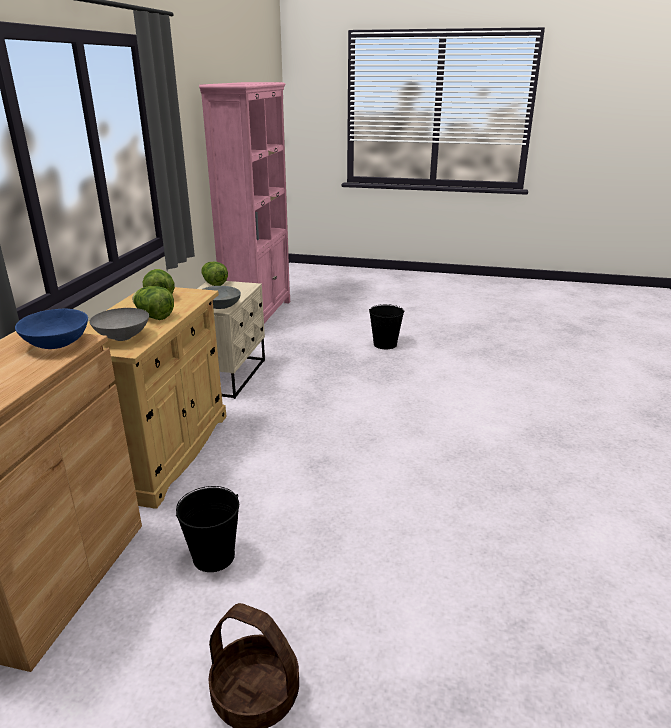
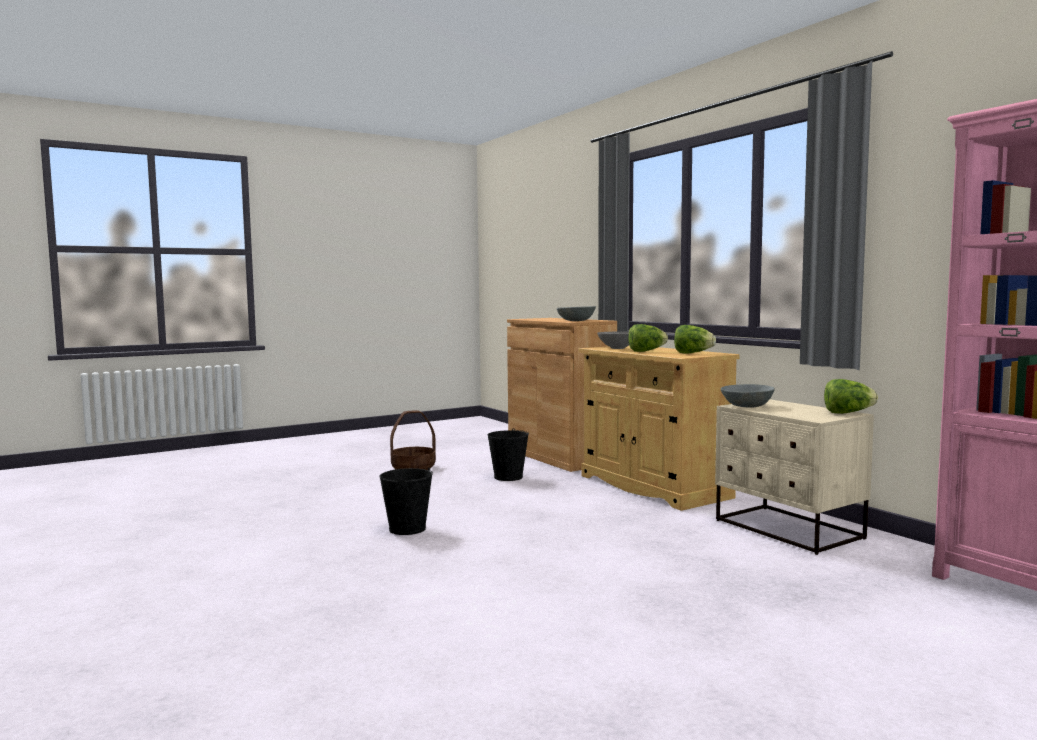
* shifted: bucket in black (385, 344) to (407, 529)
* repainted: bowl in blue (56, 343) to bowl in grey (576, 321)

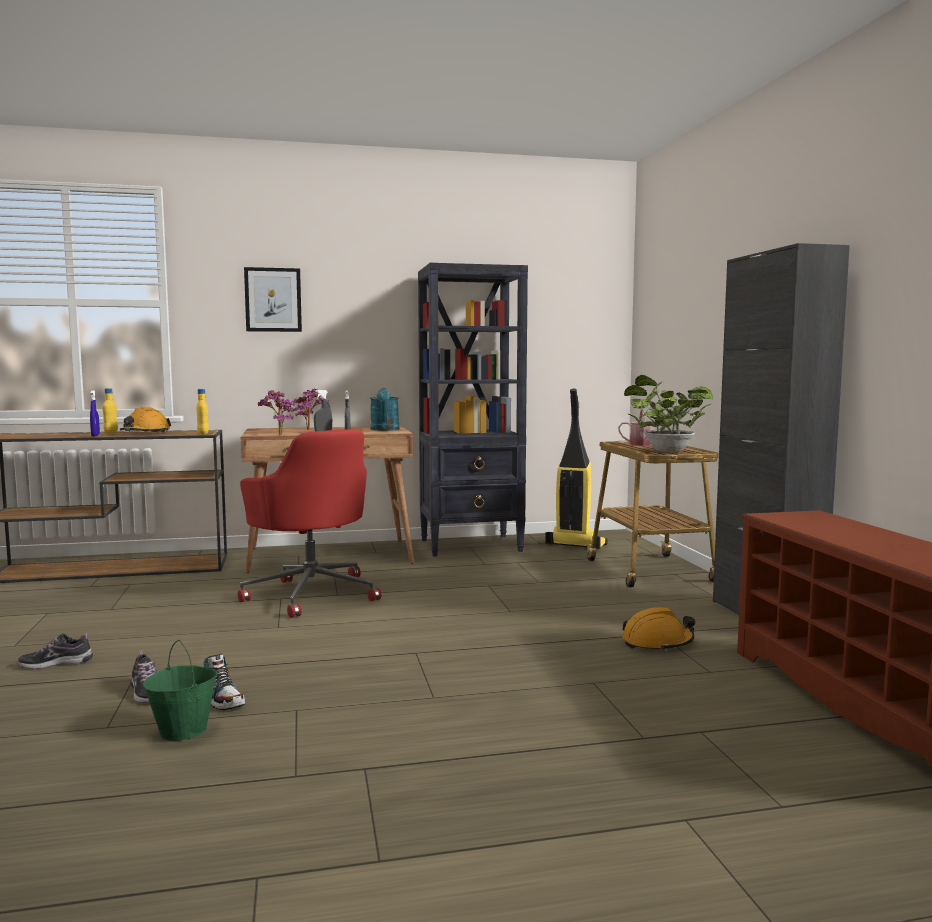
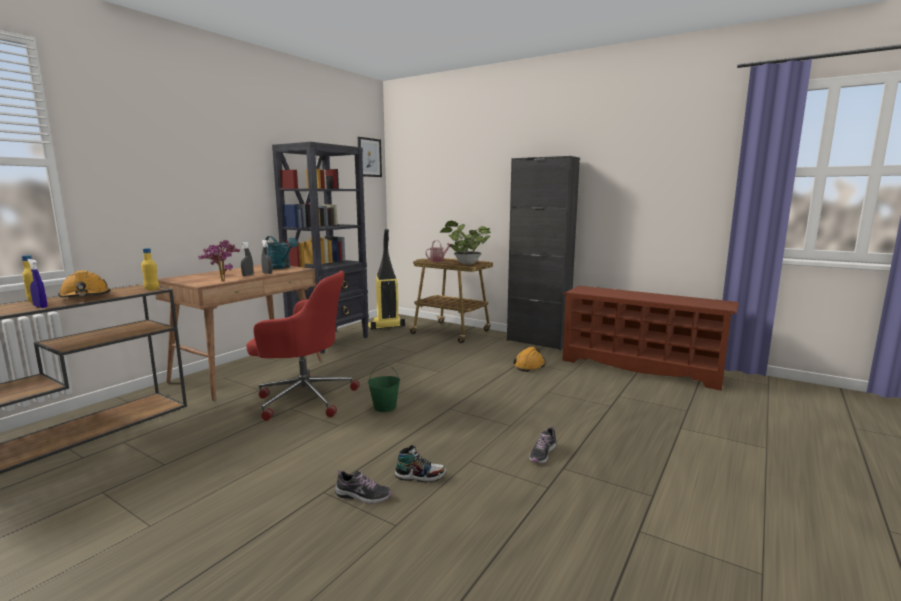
* shifted: picture (273, 300) to (369, 157)
* shifted: bucket in green (184, 730) to (385, 407)
* shifted: shoe (56, 663) to (542, 453)

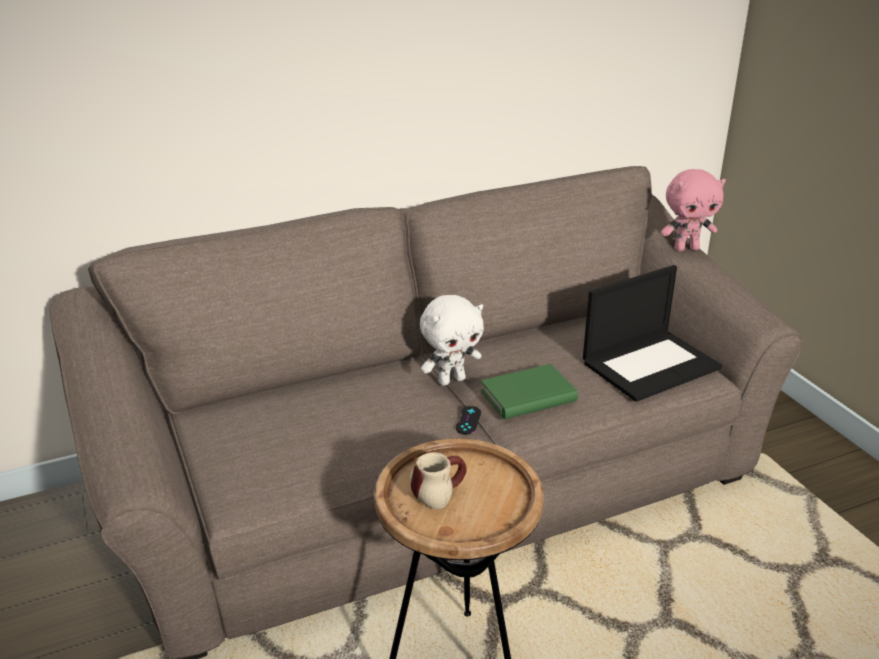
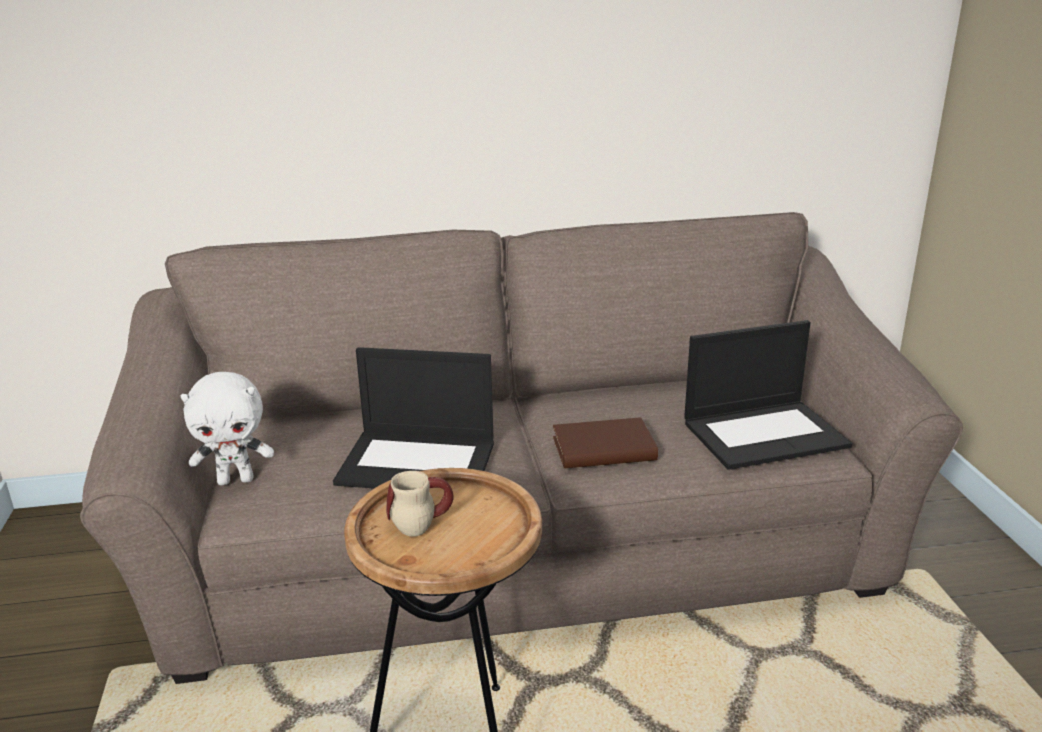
* shifted: plush toy in white (451, 380) to (236, 480)
* new: laptop (419, 462)
* repainted: book in green (528, 396) to book in brown (604, 449)
* gone: game controller in black (468, 420)
* gone: plush toy in pink (686, 248)

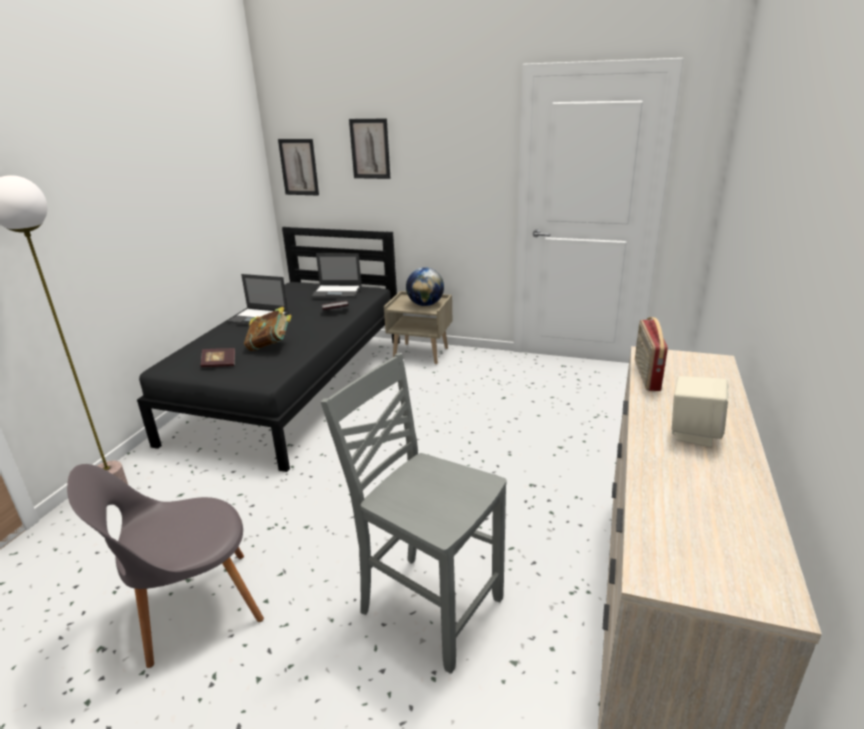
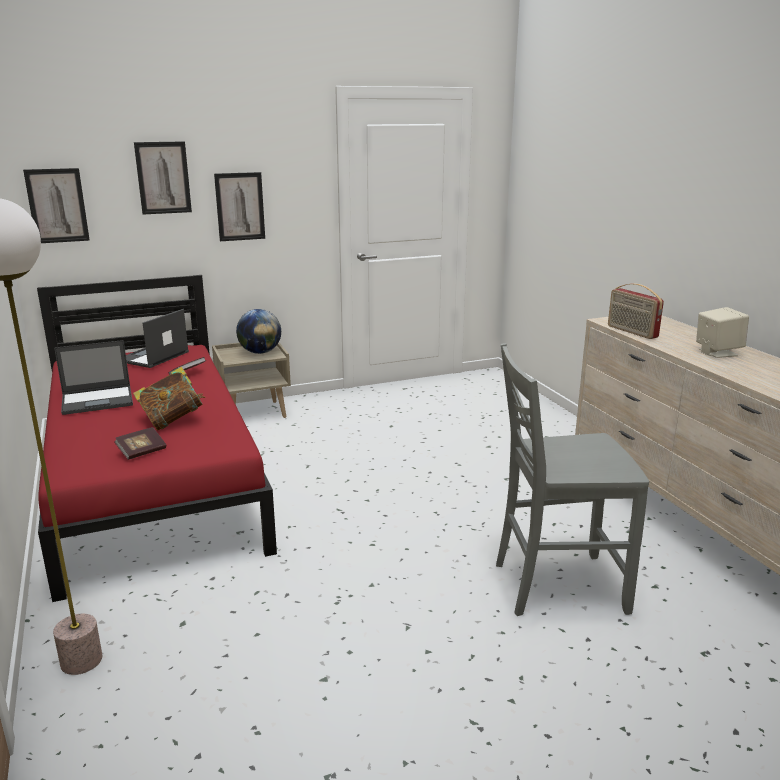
* repainted: bed in black (294, 386) to bed in red (153, 482)
* rotated: laptop (337, 292) = (152, 356) 150 degrees clockwise
* new: picture (240, 206)
* gone: chair in grey (192, 608)

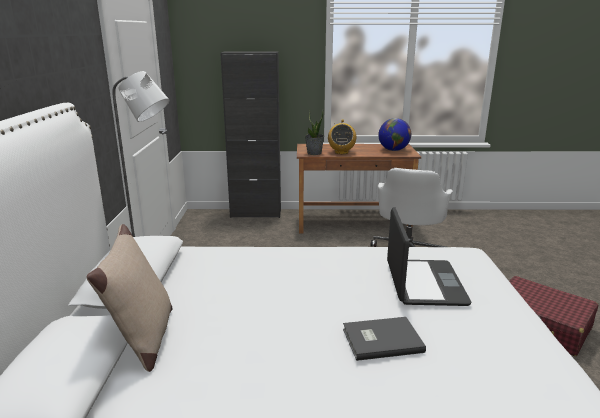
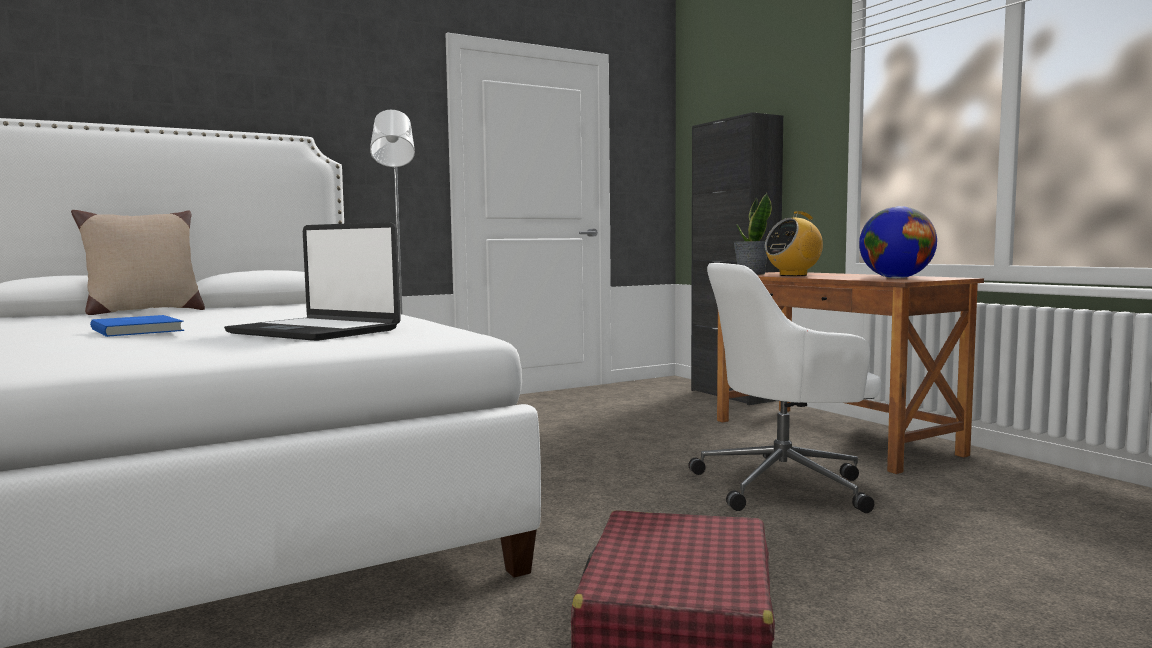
* repainted: book in grey (380, 339) to book in blue (139, 329)
* rotated: laptop (423, 283) = (315, 331) 60 degrees clockwise

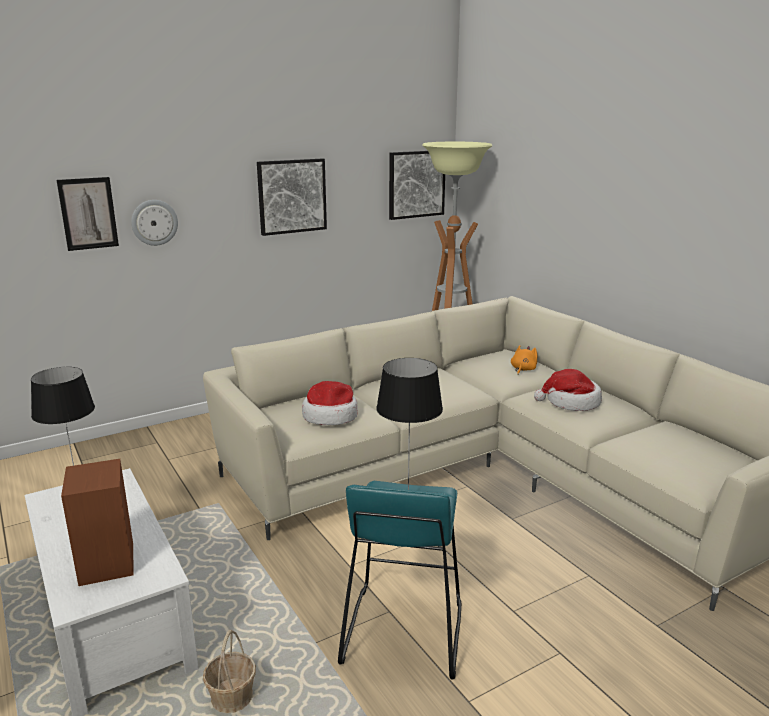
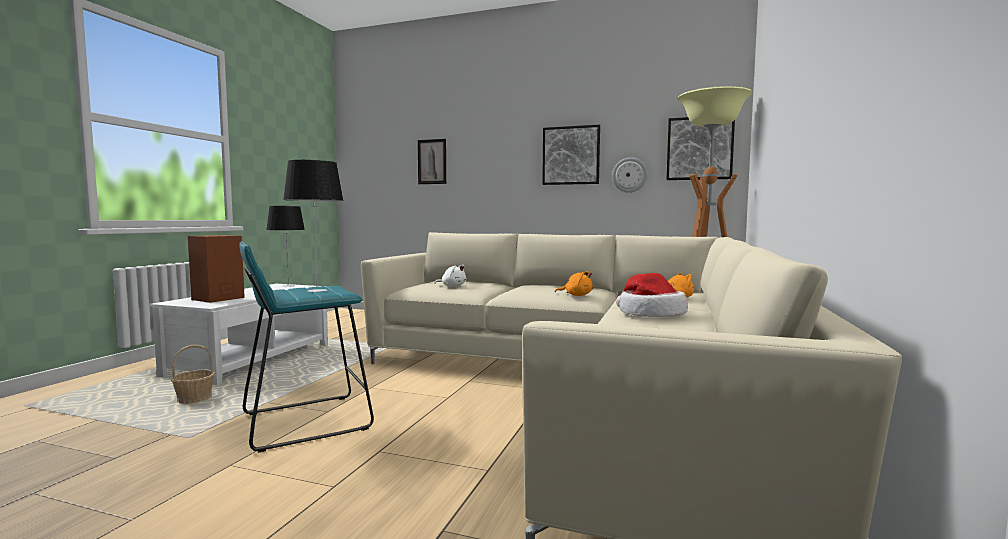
* swapped: hat (330, 416) to plush toy in white (452, 286)
* new: plush toy in orange (576, 295)
* shifted: wall clock (154, 222) to (629, 175)

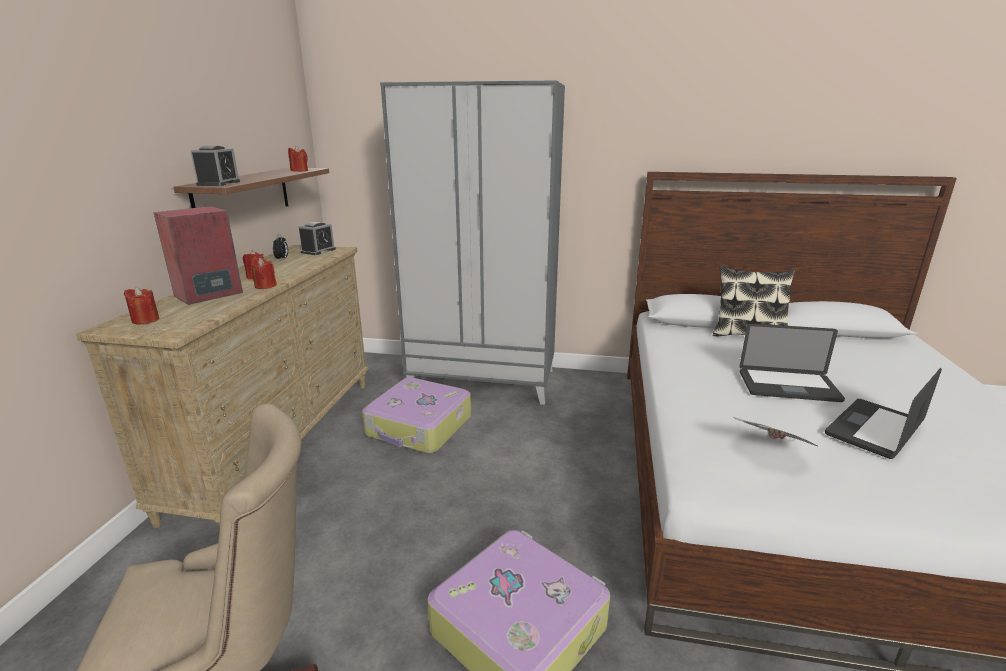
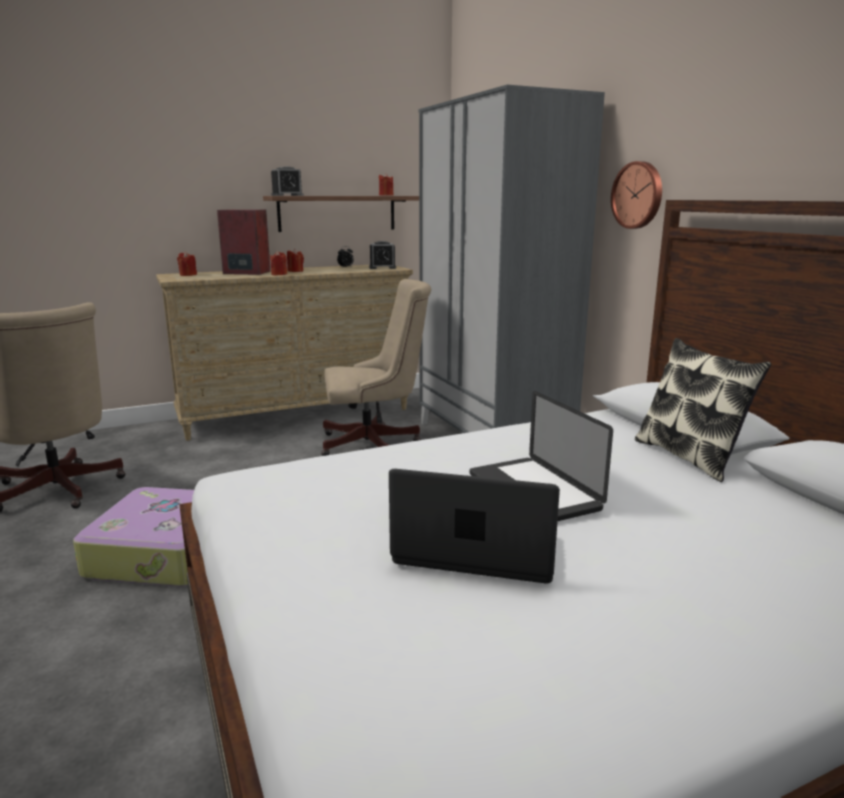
* swapped: suitcase (419, 427) to office chair in beige (375, 444)
* new: wall clock (638, 195)
* gone: newspaper (772, 449)

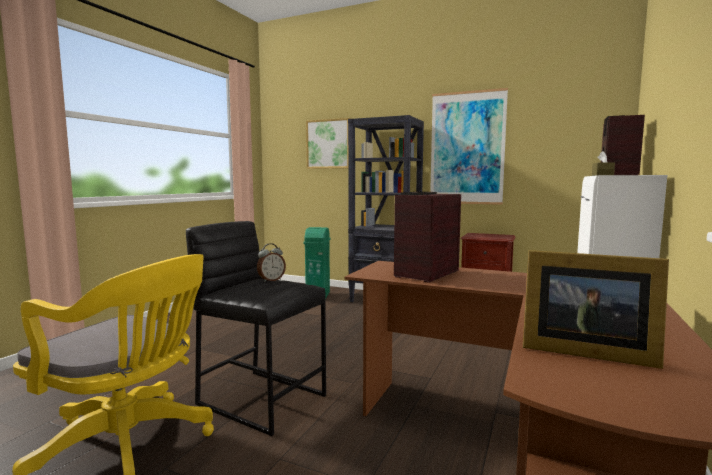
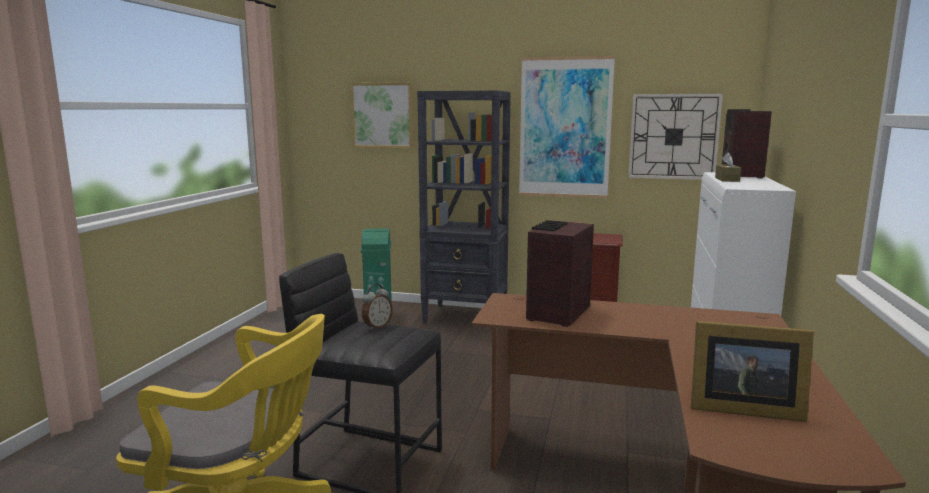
* new: wall clock (673, 136)

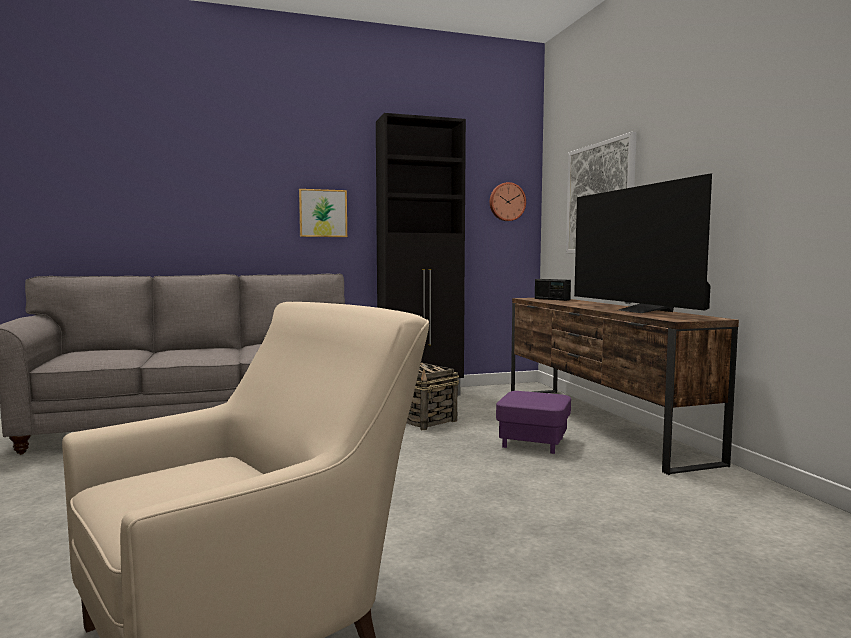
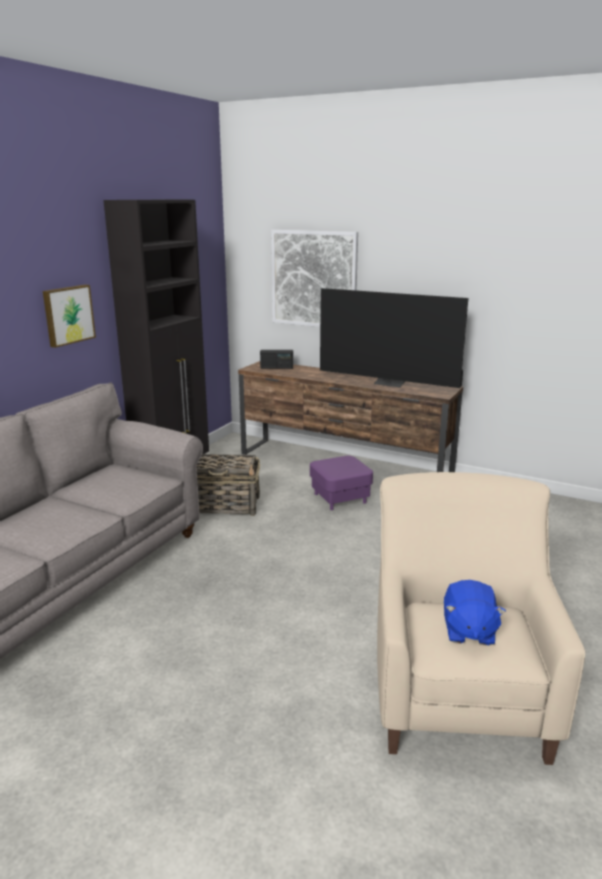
* new: plush toy in blue (468, 631)
* gone: wall clock (506, 202)

